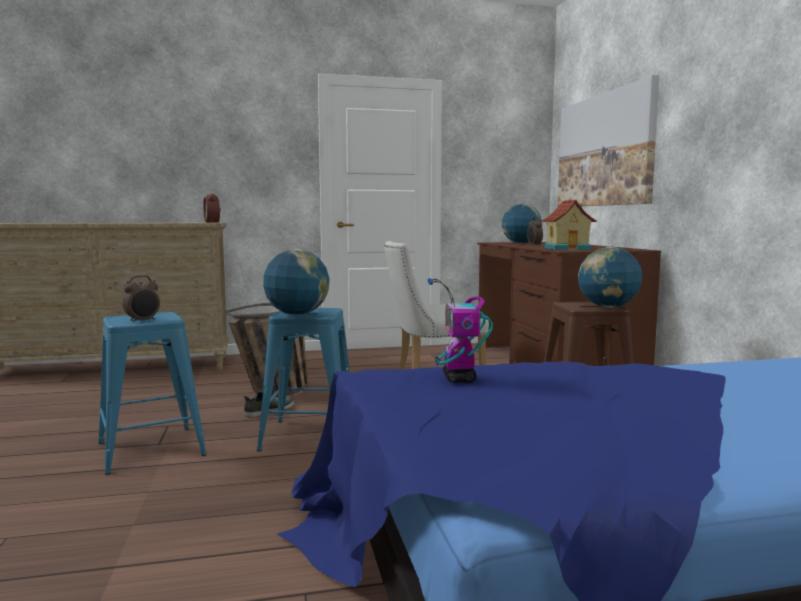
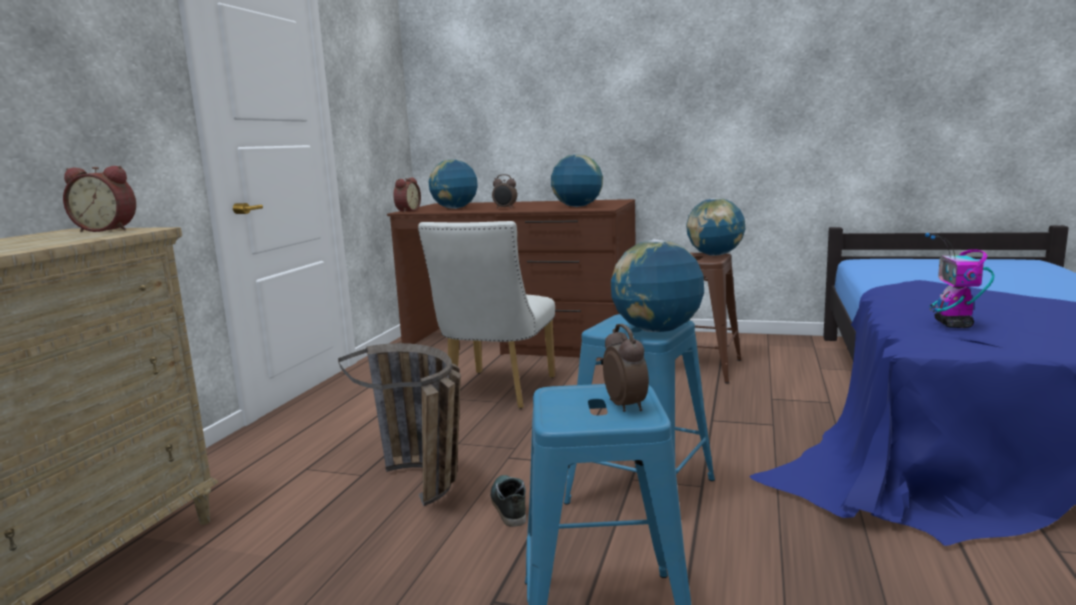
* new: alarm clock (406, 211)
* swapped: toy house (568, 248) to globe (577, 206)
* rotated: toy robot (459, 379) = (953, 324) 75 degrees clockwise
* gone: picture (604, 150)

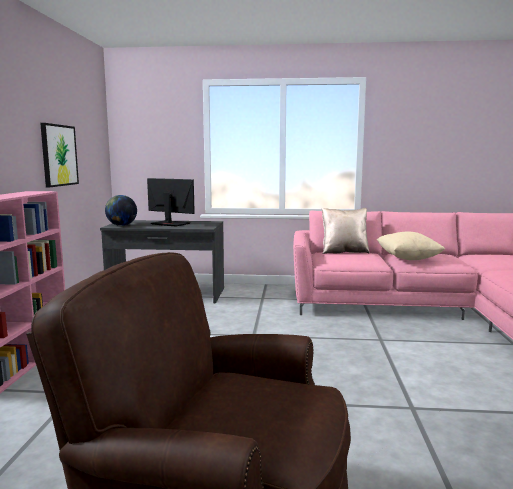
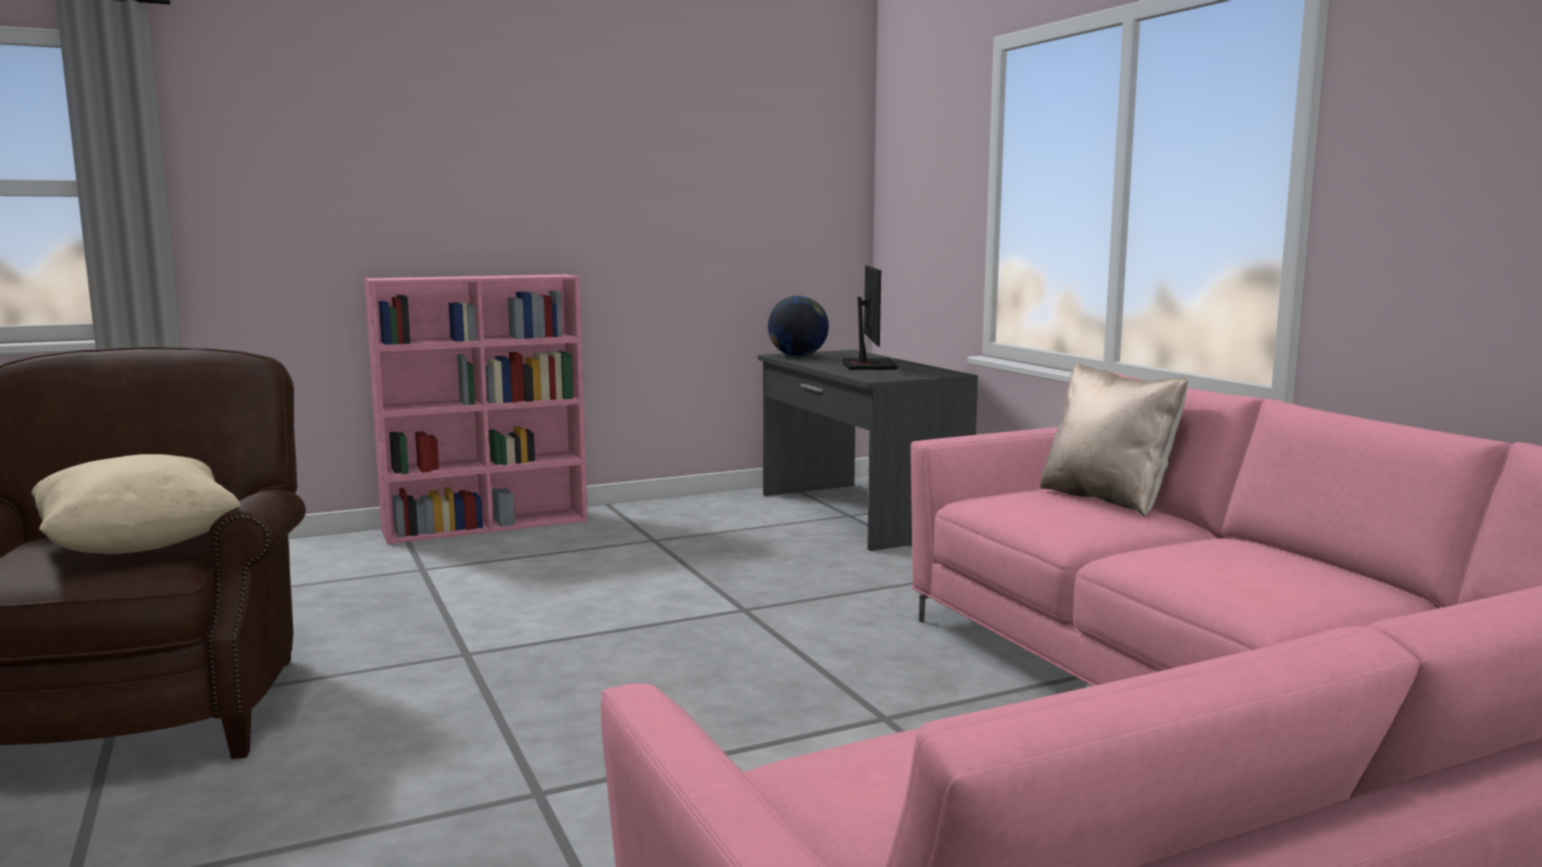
* shifted: pillow in beige (408, 259) to (139, 546)
* gone: picture (59, 155)

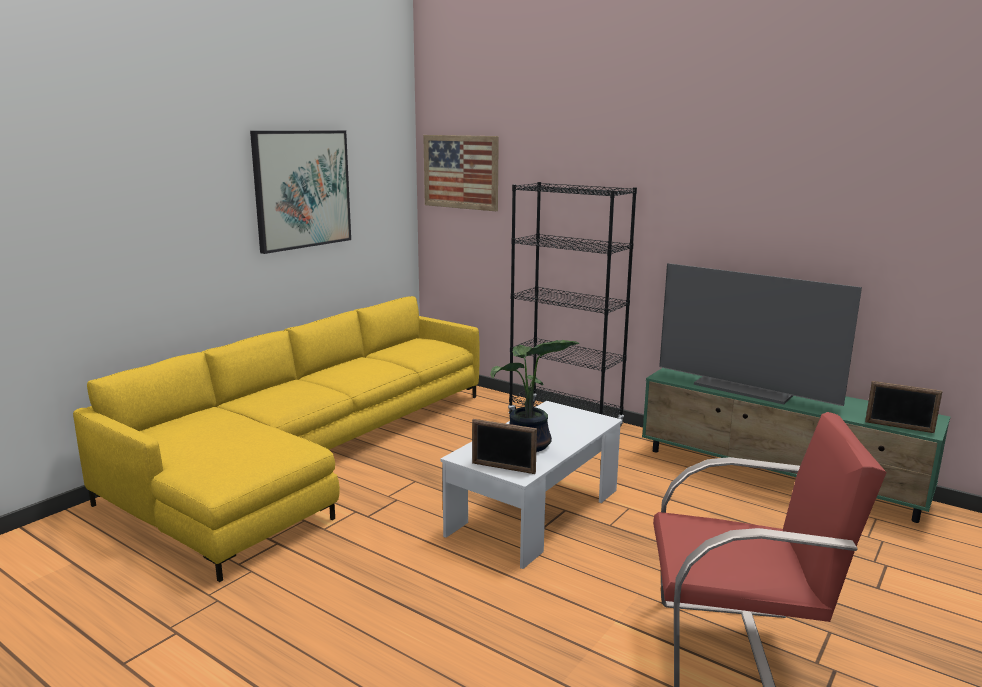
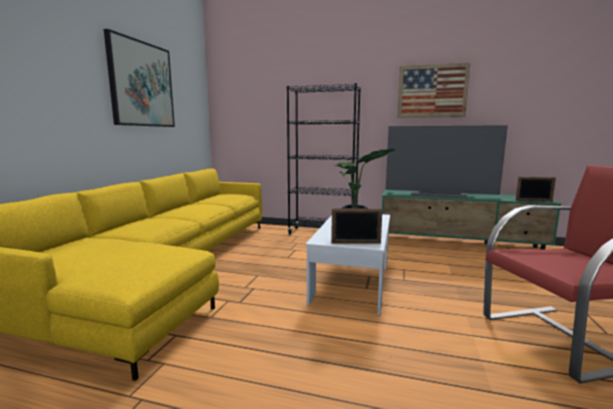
* shifted: picture (460, 172) to (432, 91)

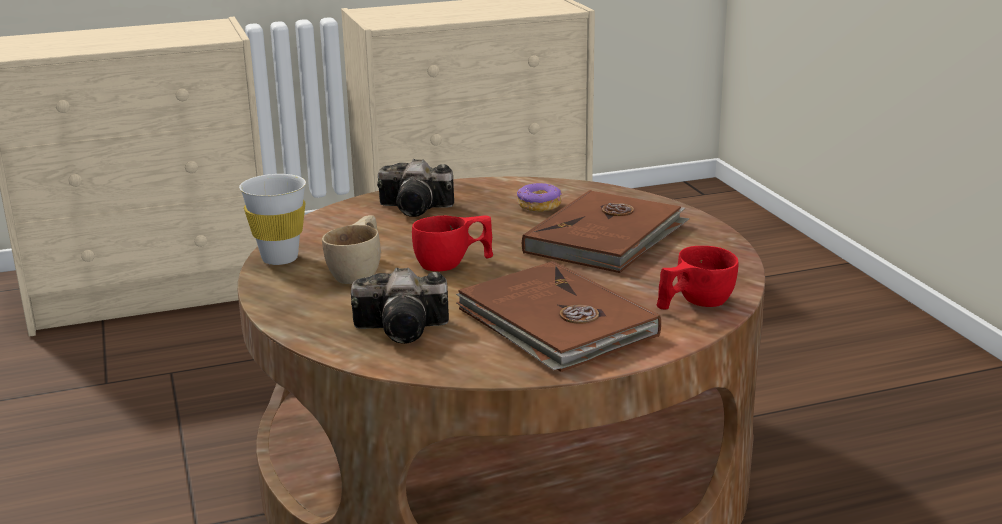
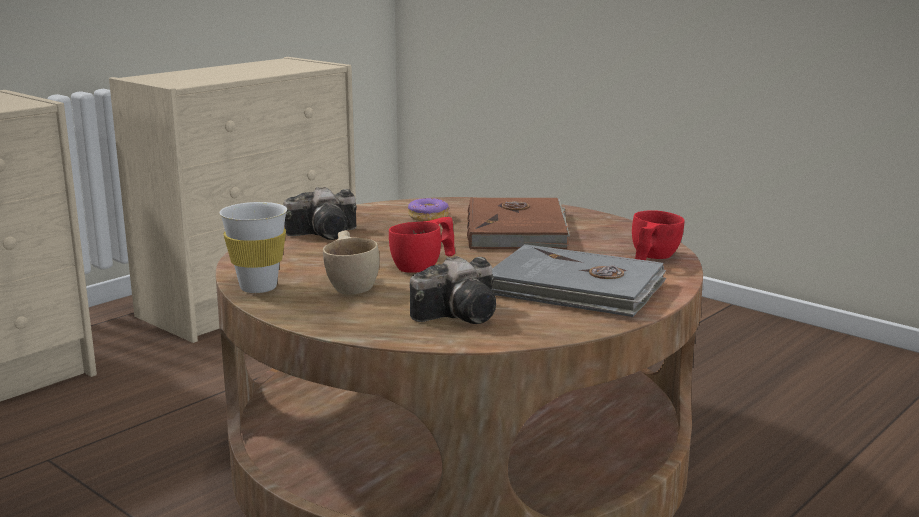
* repainted: book in brown (555, 324) to book in grey (575, 289)

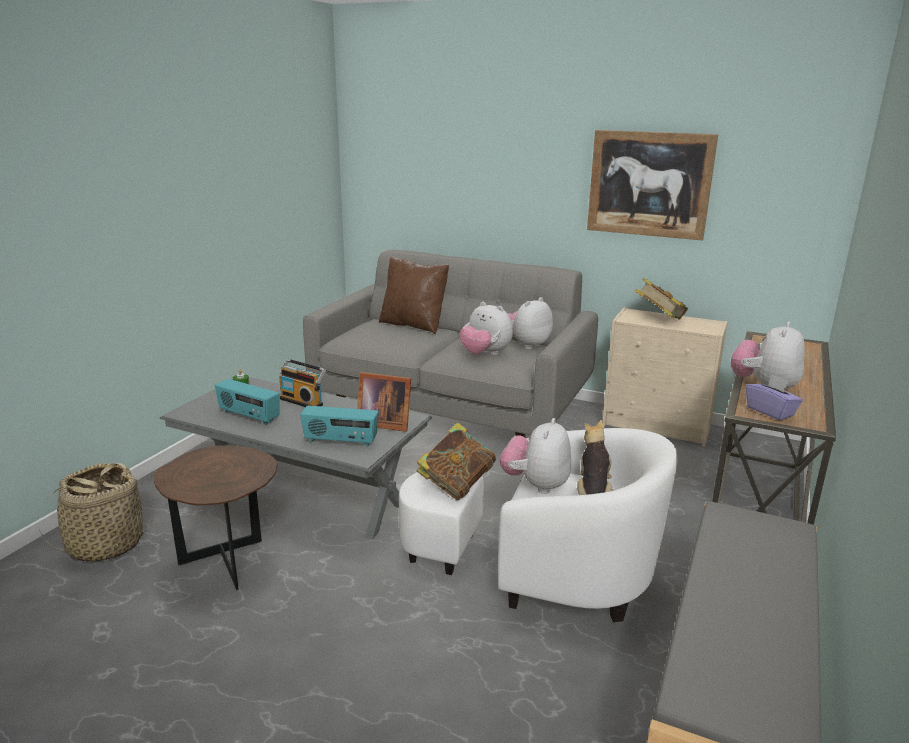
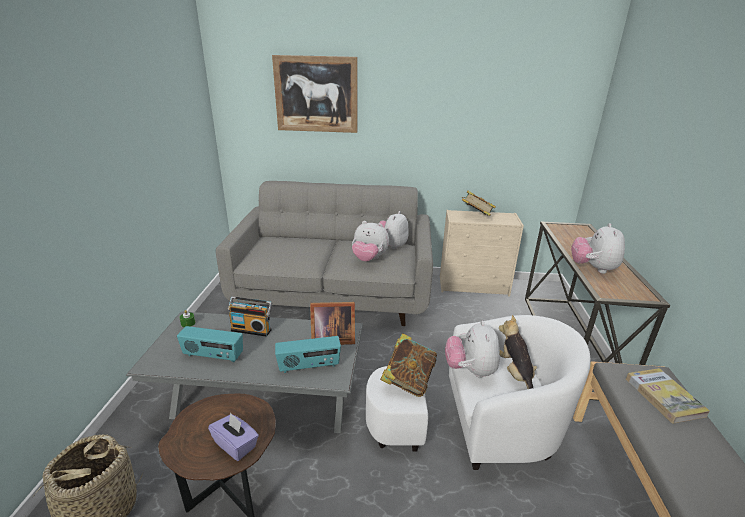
* shifted: tissue box in purple (770, 411) to (236, 445)
* shifted: picture (649, 184) to (316, 94)
* new: book (664, 397)
* gone: pillow in brown (413, 325)

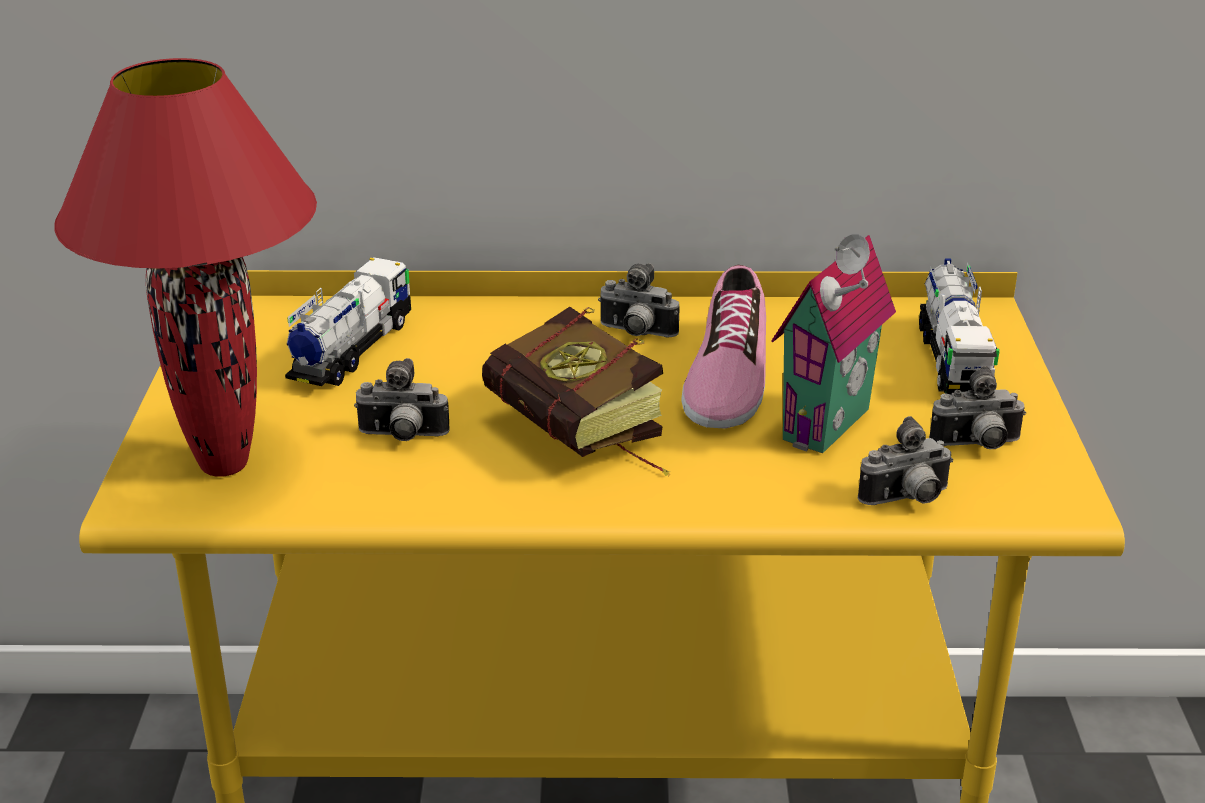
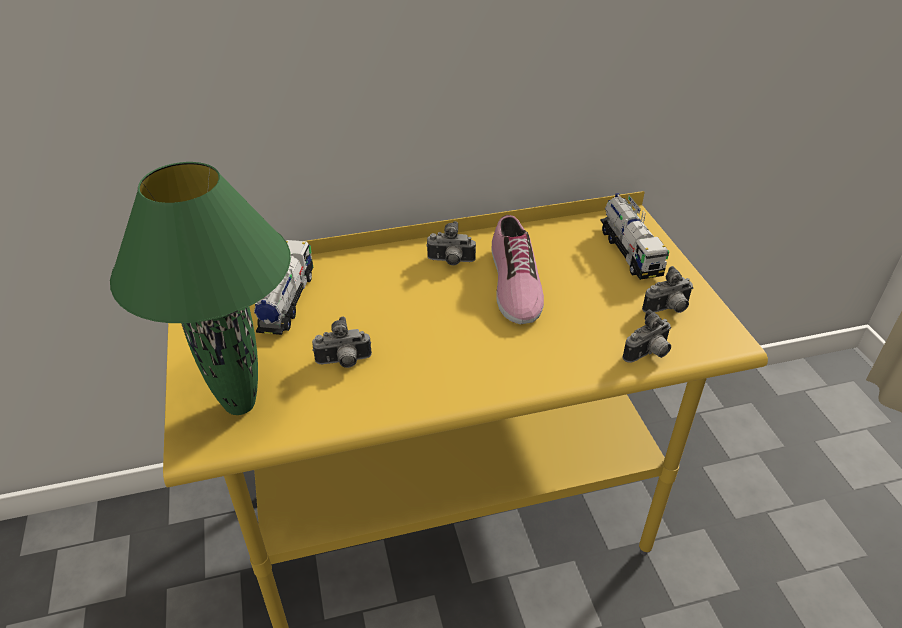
* repainted: table lamp in red (225, 466) to table lamp in green (241, 405)
* gone: book (585, 441)
* gone: toy house (832, 427)

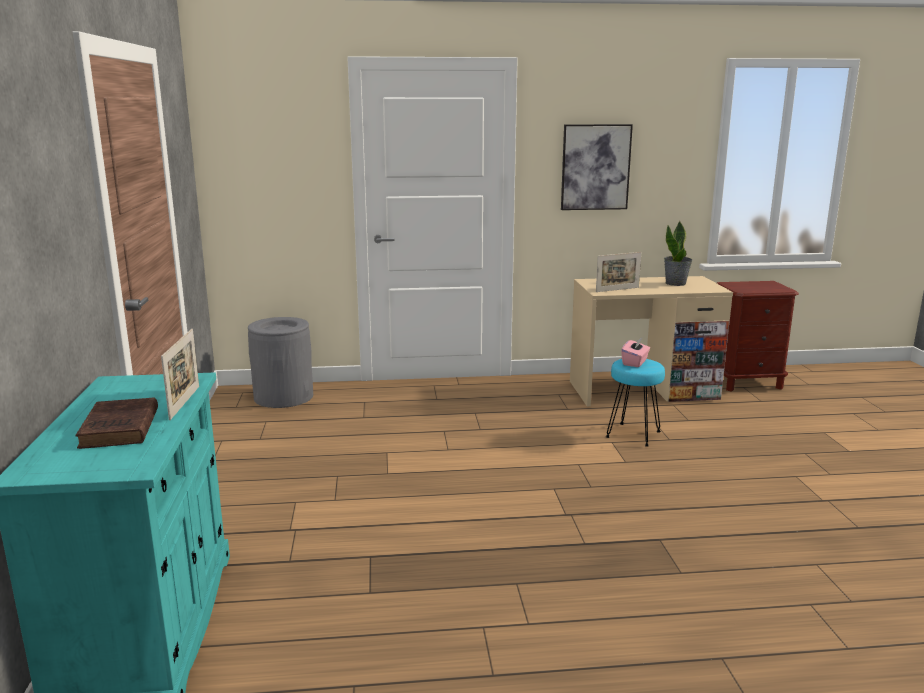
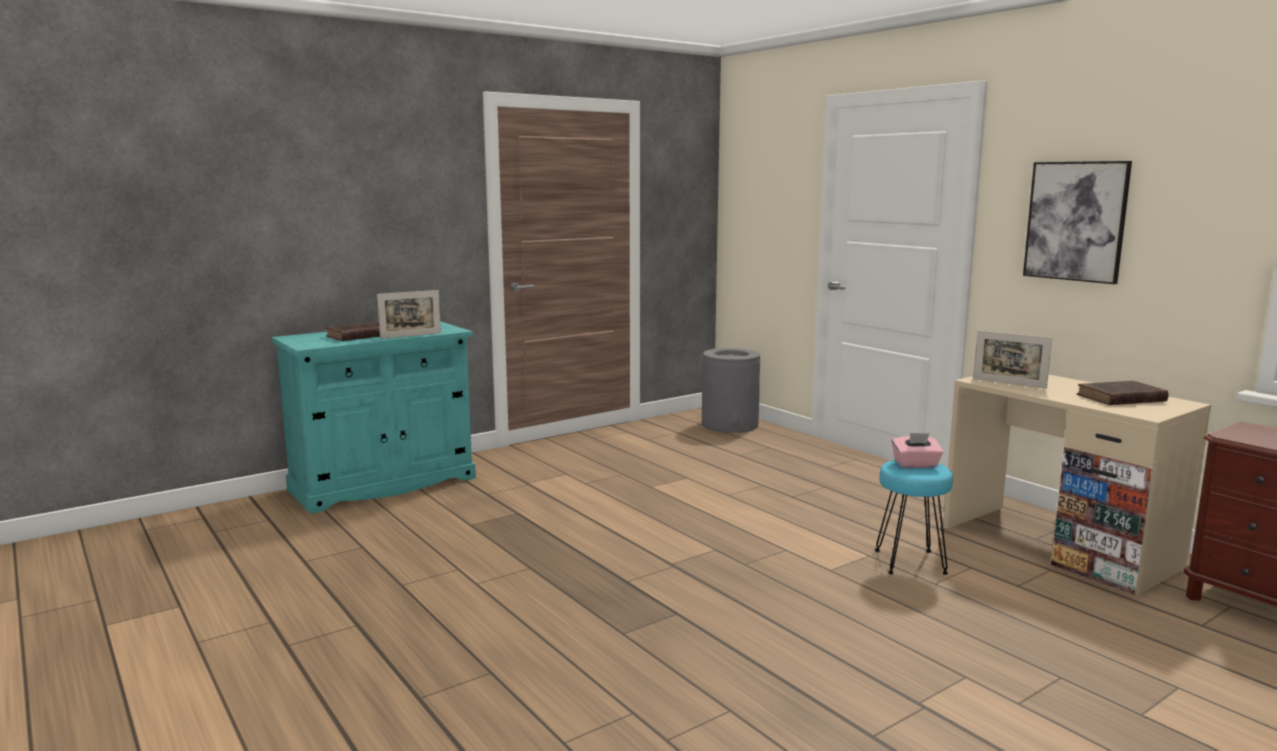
* swapped: potted plant (676, 283) to book in brown (1119, 398)

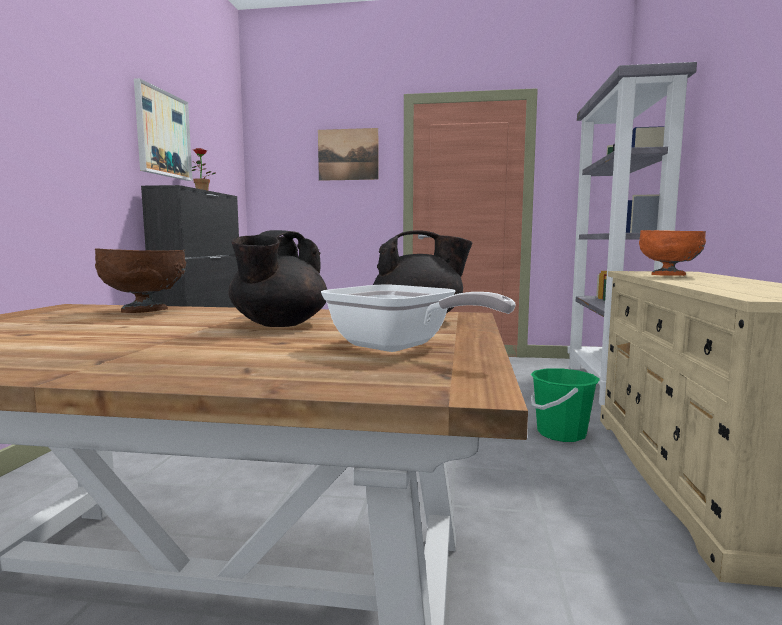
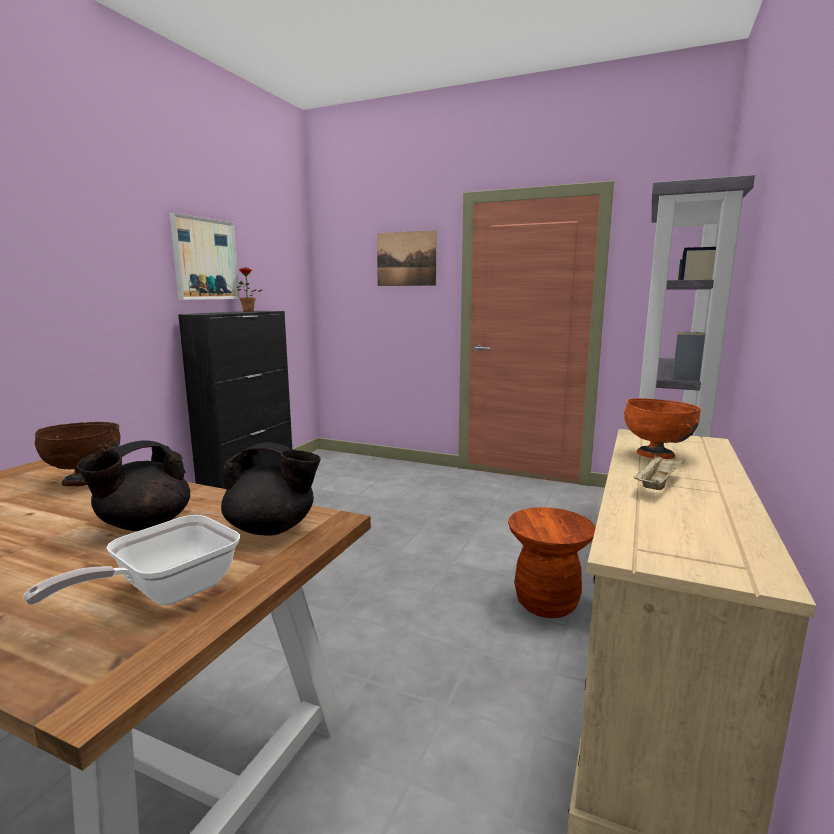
* rotated: frying pan (399, 347) = (166, 593) 75 degrees clockwise
* swapped: bucket in green (561, 433) to stool in brown (546, 603)
* new: tray in beige (657, 484)

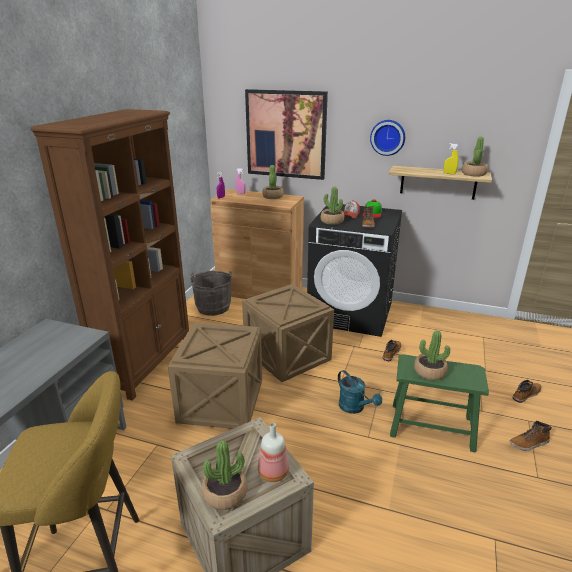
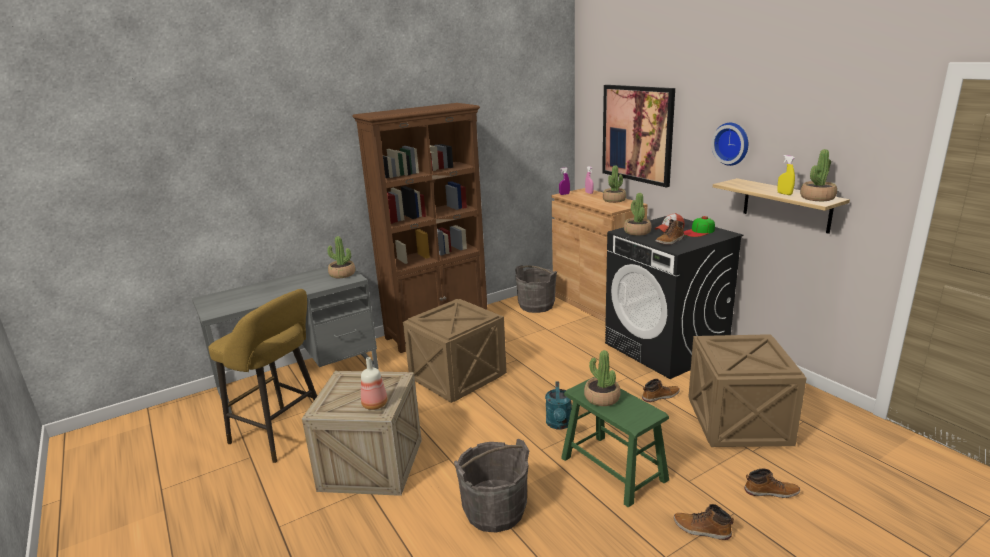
* shifted: potted plant (225, 493) to (342, 274)
* new: bucket in grey (495, 511)
* shifted: crate (286, 355) to (737, 421)

